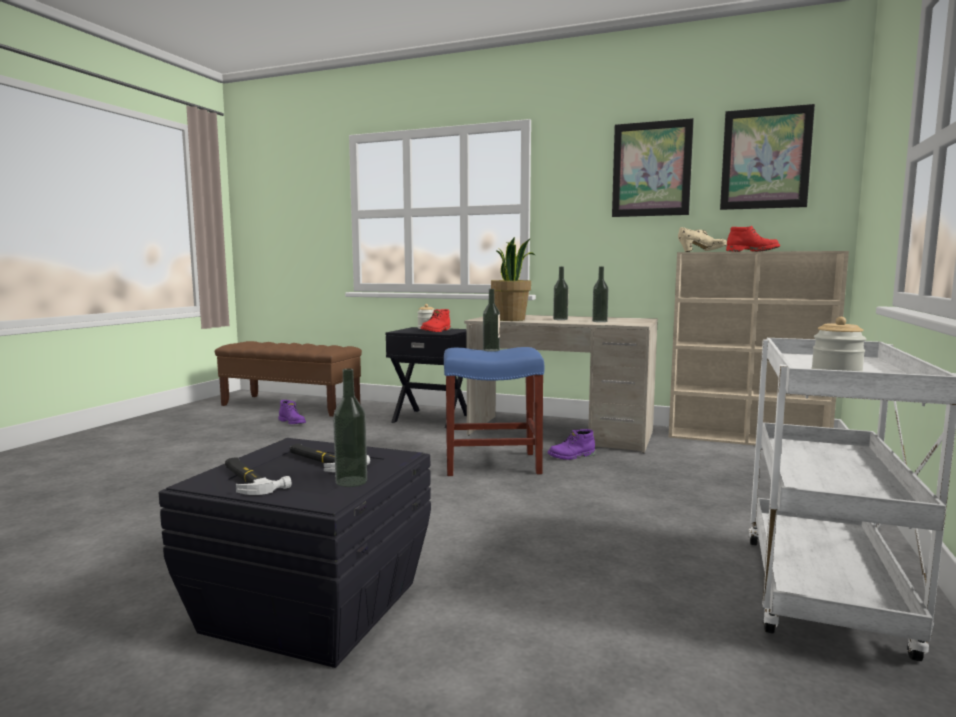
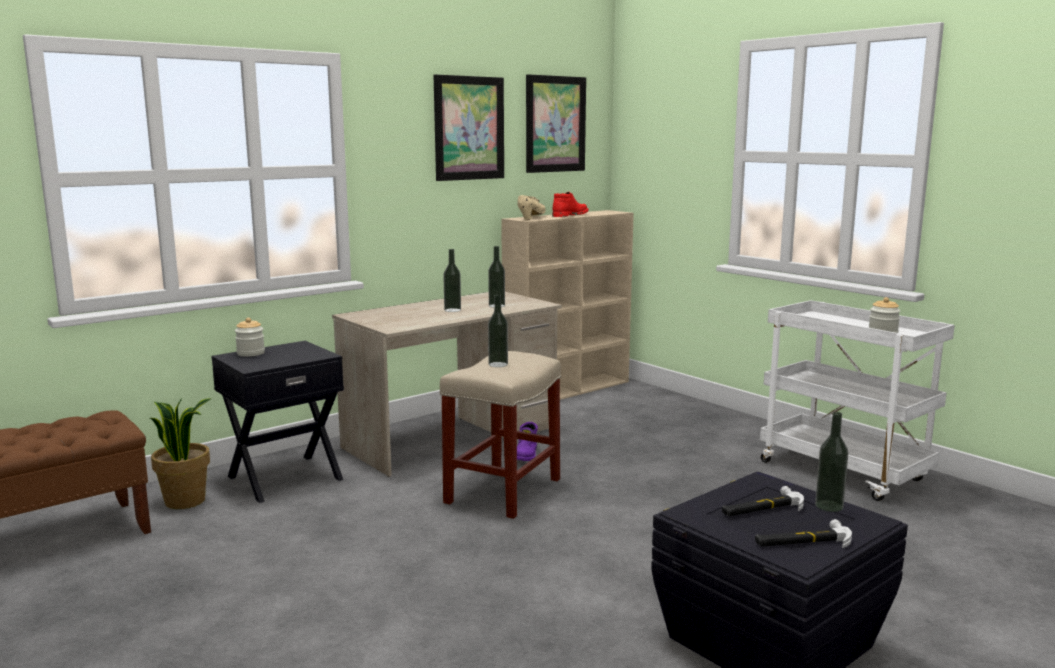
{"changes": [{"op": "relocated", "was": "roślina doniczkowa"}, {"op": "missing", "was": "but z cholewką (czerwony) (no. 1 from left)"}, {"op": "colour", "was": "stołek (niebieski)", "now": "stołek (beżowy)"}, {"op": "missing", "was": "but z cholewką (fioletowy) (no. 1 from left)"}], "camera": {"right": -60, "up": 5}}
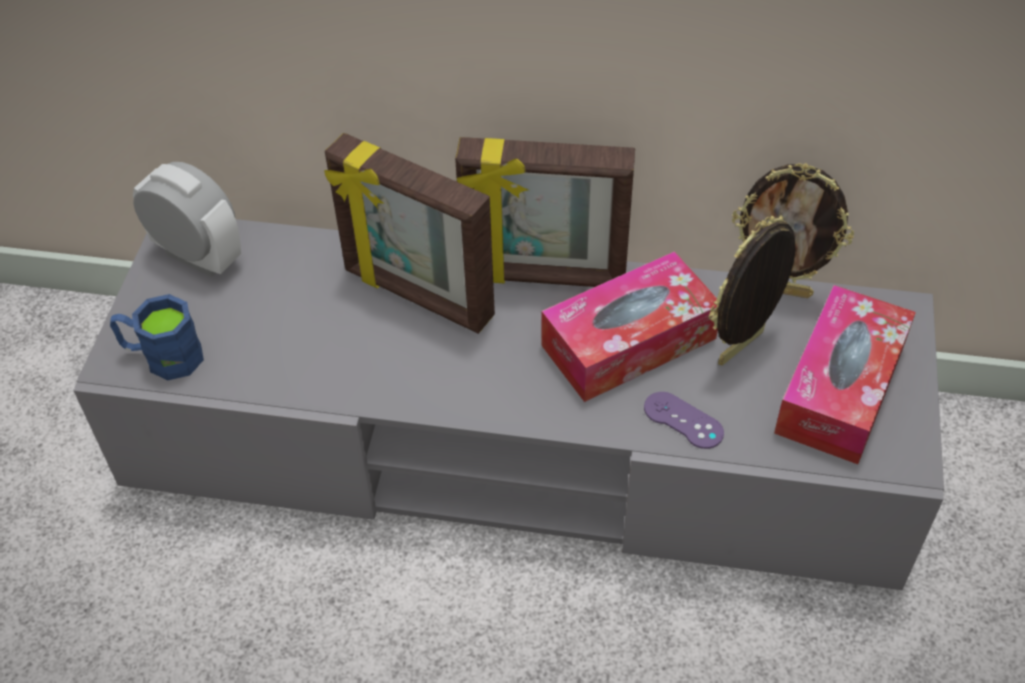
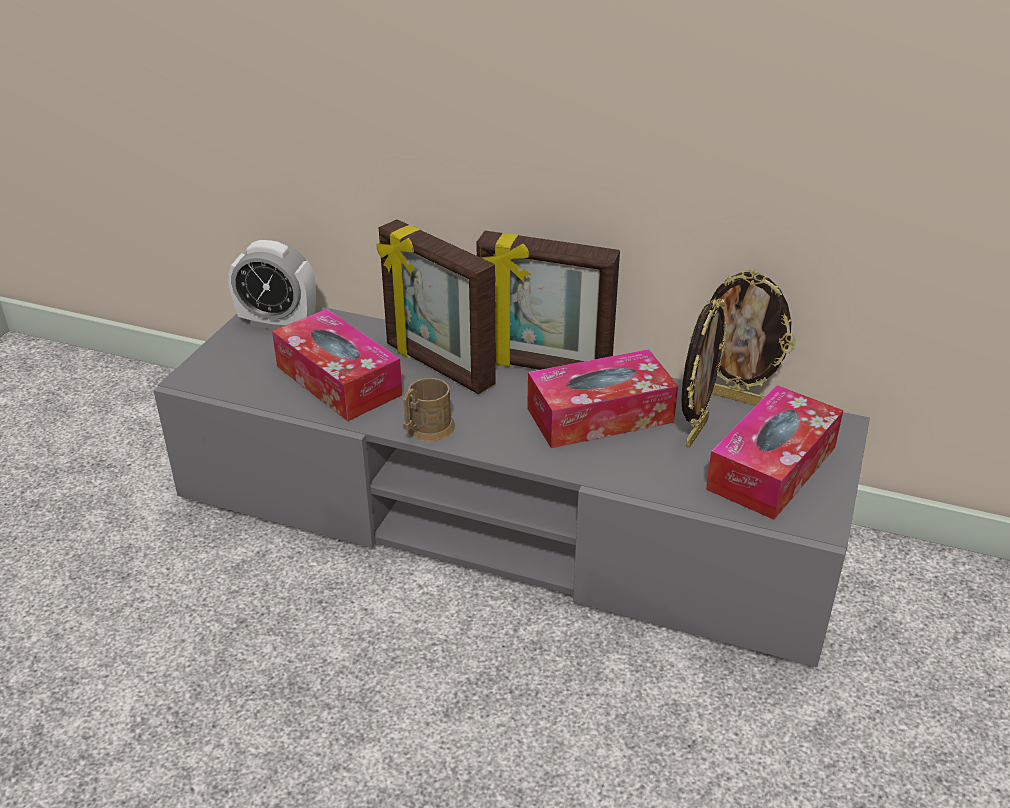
{"changes": [{"op": "spun", "was": "budzik", "clockwise": 150}, {"op": "spun", "was": "ramka na zdjęcie (no. 3 from left)", "clockwise": 150}, {"op": "missing", "was": "kubek (niebieski)"}, {"op": "missing", "was": "pad do gier (fioletowy)"}, {"op": "appeared", "now": "pudełko chusteczek (no. 1 from left)"}, {"op": "appeared", "now": "kubek (brązowy)"}], "camera": {"right": 10, "up": -15}}
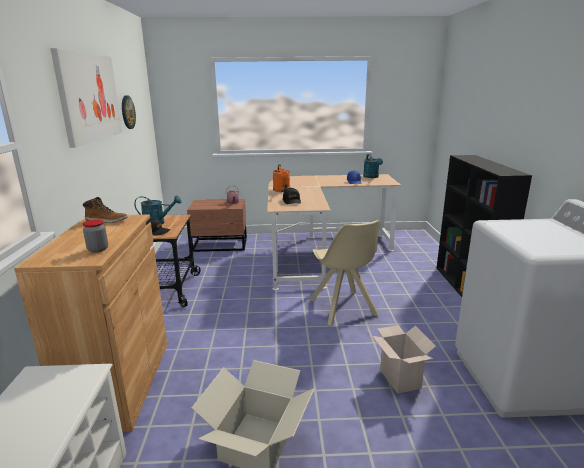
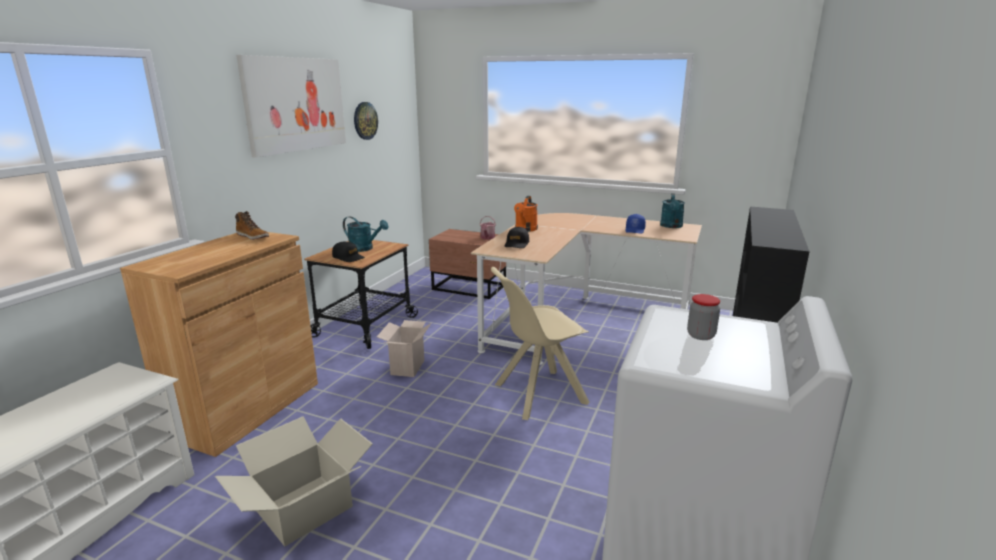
{"changes": [{"op": "relocated", "was": "słoik"}, {"op": "spun", "was": "krzesło (beżowy)", "clockwise": 60}, {"op": "relocated", "was": "karton (no. 2 from left)"}], "camera": {"right": 25, "up": 0}}
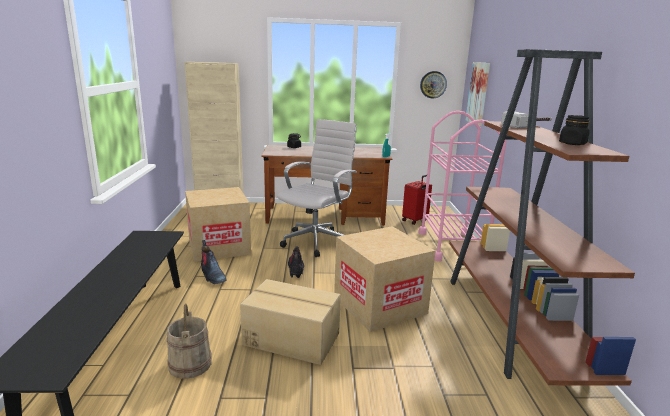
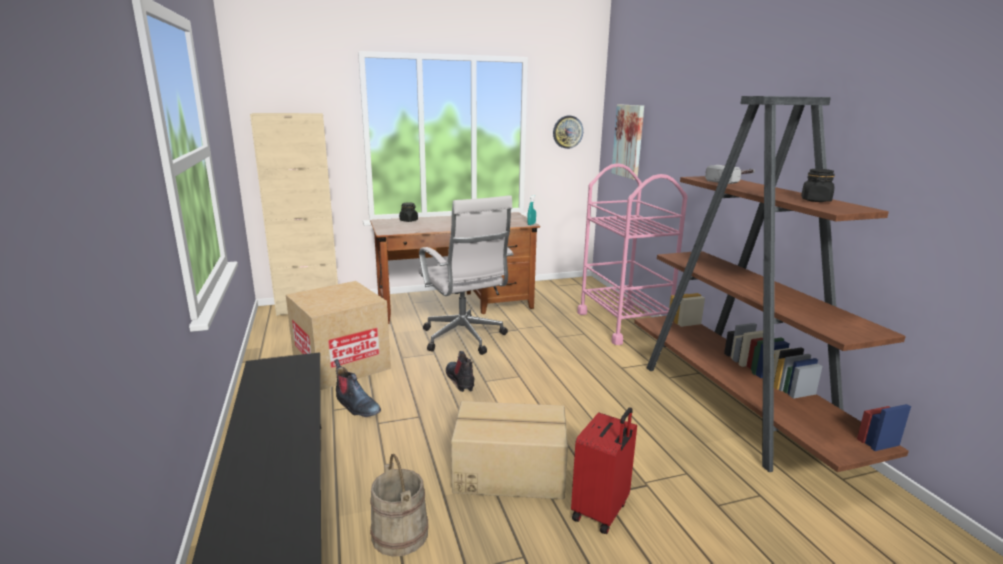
{"changes": [{"op": "spun", "was": "krzesło biurowe (biały)", "clockwise": 135}, {"op": "relocated", "was": "walizka (czerwony)"}, {"op": "missing", "was": "karton (no. 3 from left)"}], "camera": {"right": -15, "up": 0}}
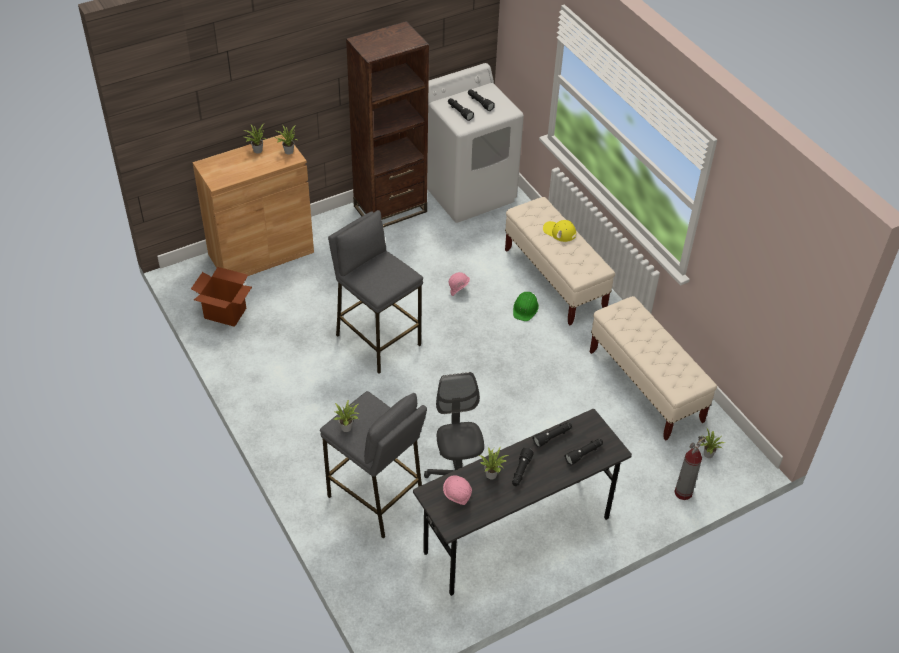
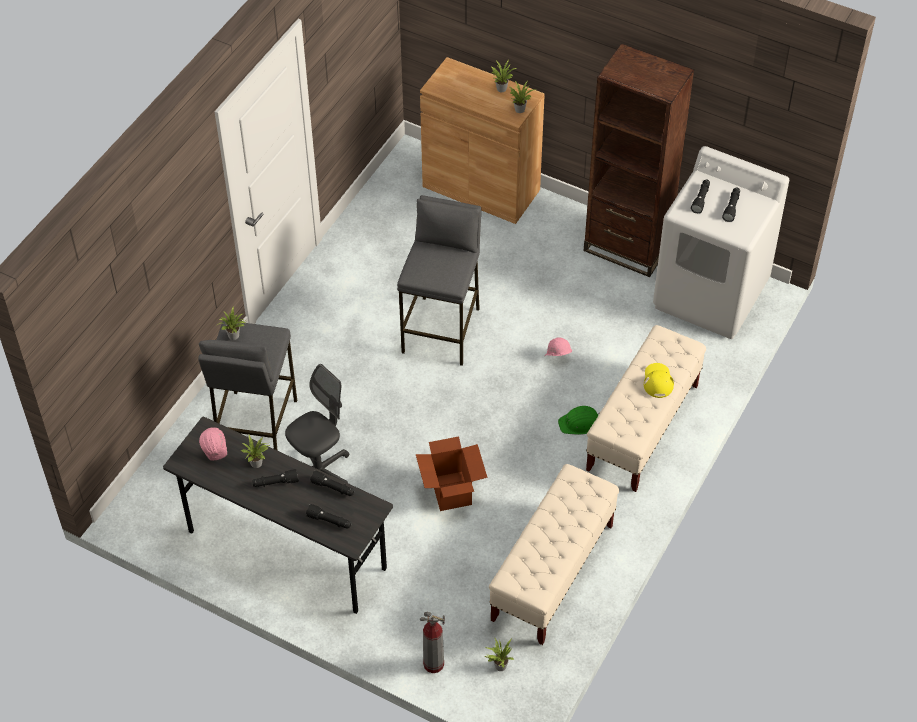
{"changes": [{"op": "relocated", "was": "karton"}], "camera": {"right": 60, "up": 5}}
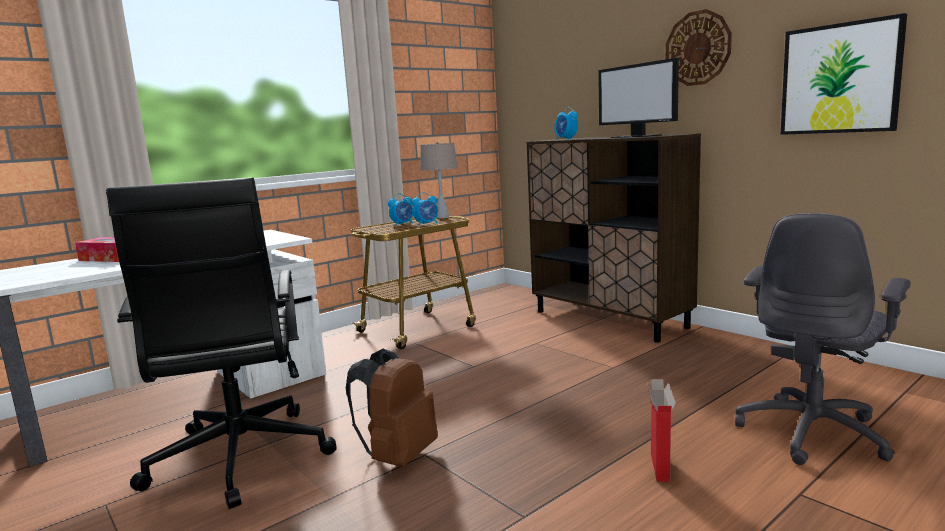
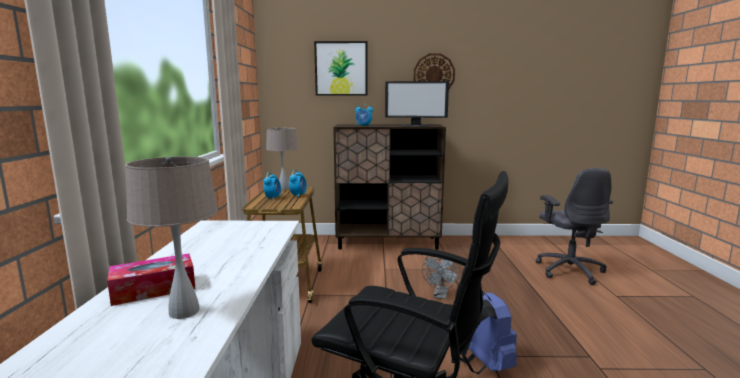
{"changes": [{"op": "relocated", "was": "obraz"}, {"op": "colour", "was": "plecak (brązowy)", "now": "plecak (niebieski)"}, {"op": "missing", "was": "karton"}, {"op": "appeared", "now": "lampa stołowa (beżowy) (no. 1 from left)"}, {"op": "appeared", "now": "wentylator (szary)"}], "camera": {"right": -50, "up": 0}}
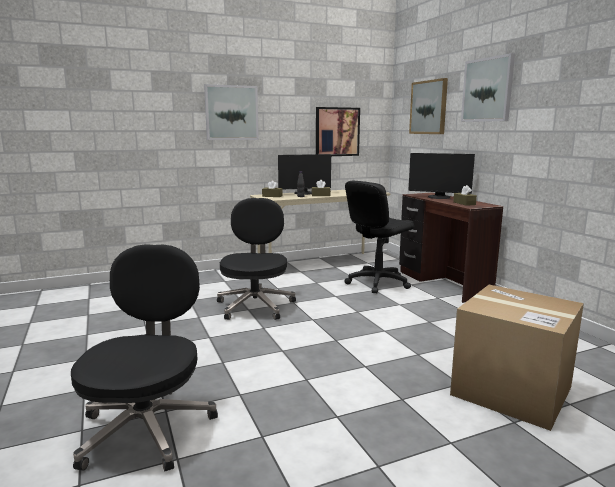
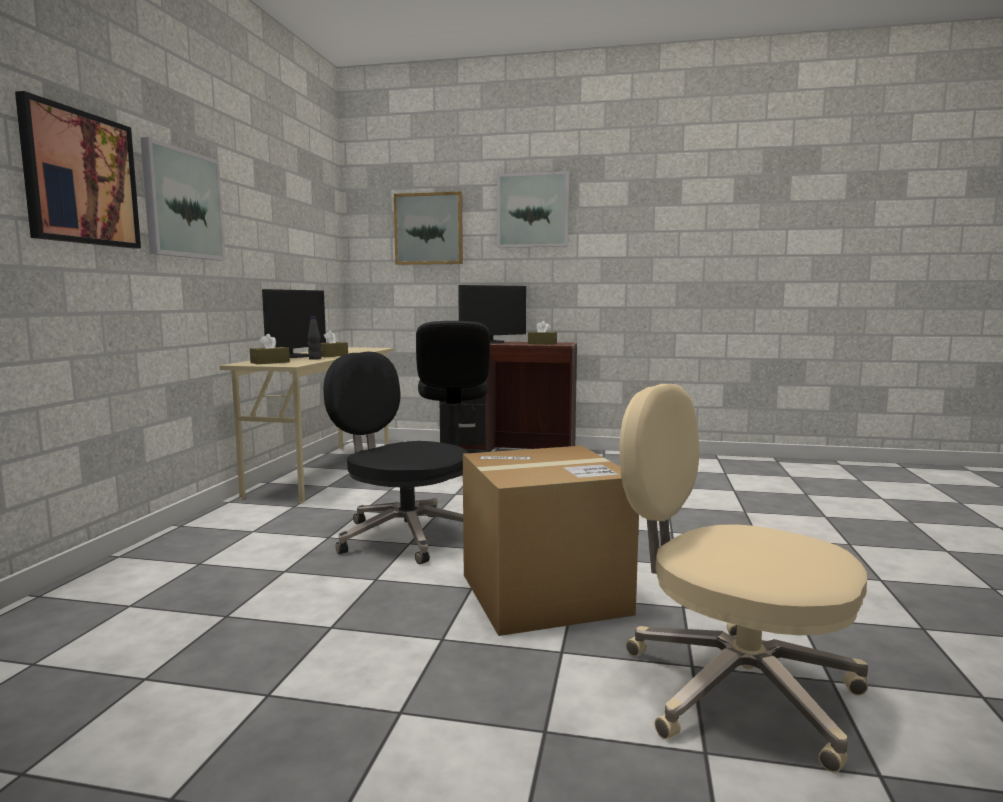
{"changes": [{"op": "relocated", "was": "obraz (no. 2 from left in the first image)", "now": "obraz (no. 1 from left)"}, {"op": "colour", "was": "krzesło biurowe (czarny) (no. 1 from left)", "now": "krzesło biurowe (beżowy)"}, {"op": "relocated", "was": "karton"}], "camera": {"right": -55, "up": -5}}
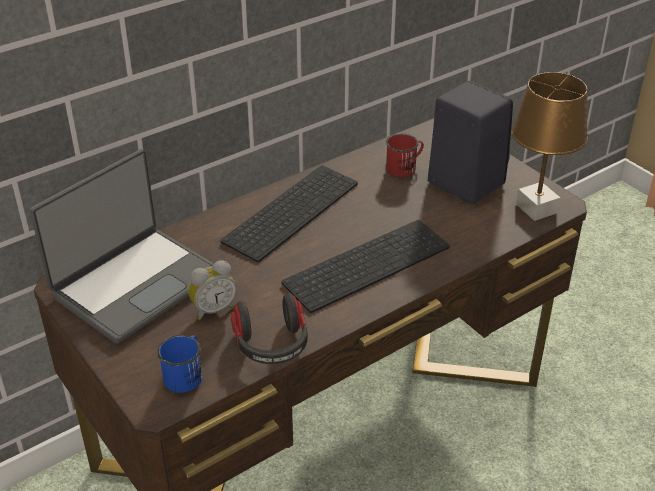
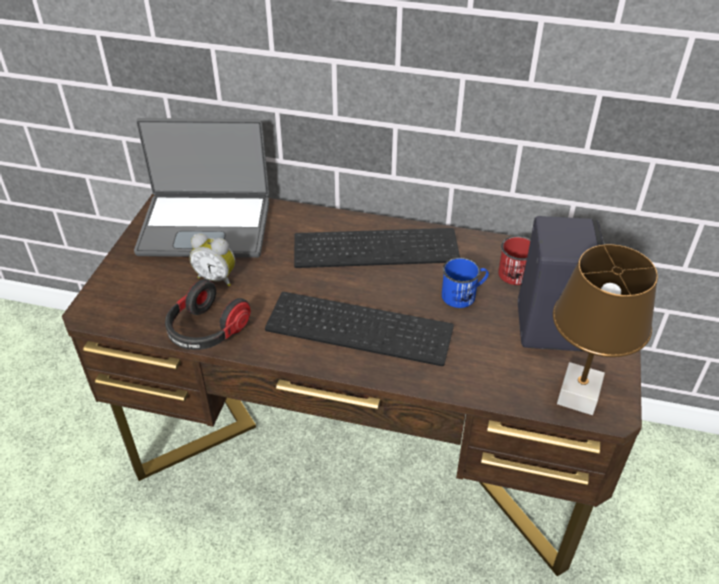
{"changes": [{"op": "relocated", "was": "kubek (niebieski)"}], "camera": {"right": 50, "up": 5}}
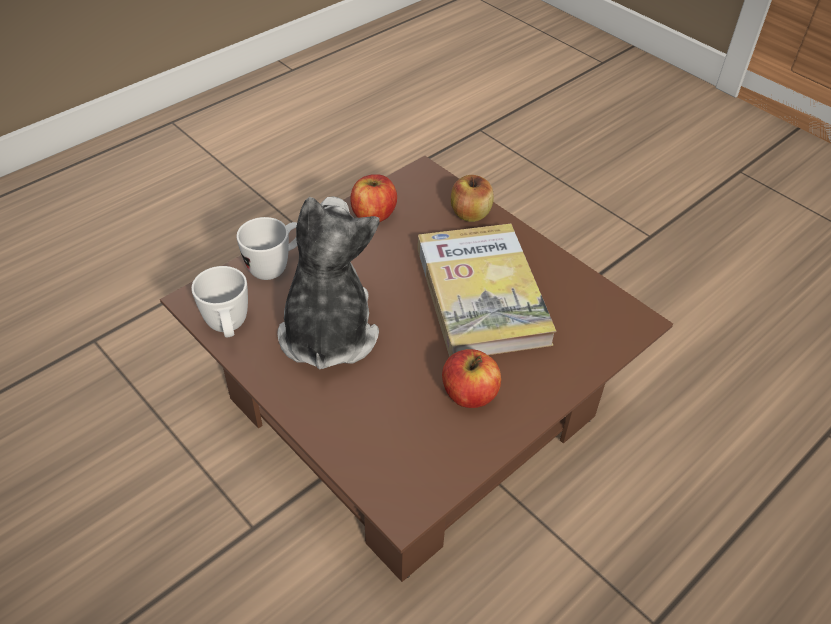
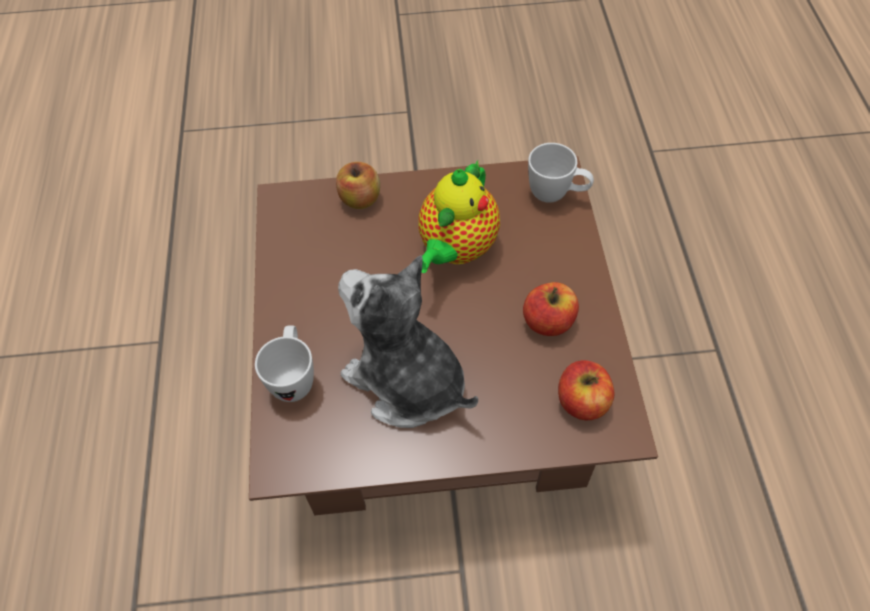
{"changes": [{"op": "relocated", "was": "jabłko (no. 1 from left in the first image)", "now": "jabłko (no. 3 from left)"}, {"op": "exchanged", "was": "książka", "now": "imbryk"}, {"op": "relocated", "was": "kubek (biały) (no. 1 from left in the first image)", "now": "kubek (biały) (no. 2 from left)"}], "camera": {"right": -50, "up": 10}}
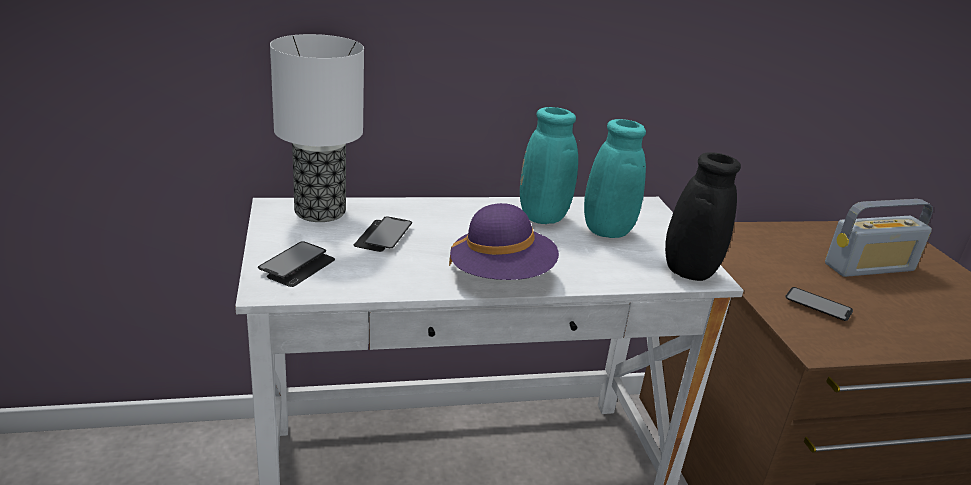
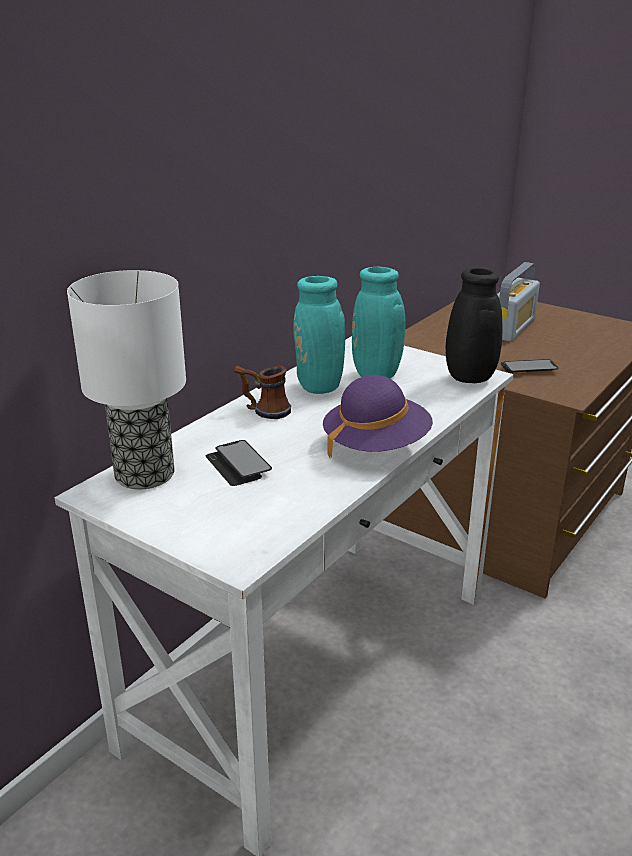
{"changes": [{"op": "missing", "was": "telefon (no. 1 from left)"}, {"op": "appeared", "now": "kubek"}], "camera": {"right": -40, "up": 0}}
